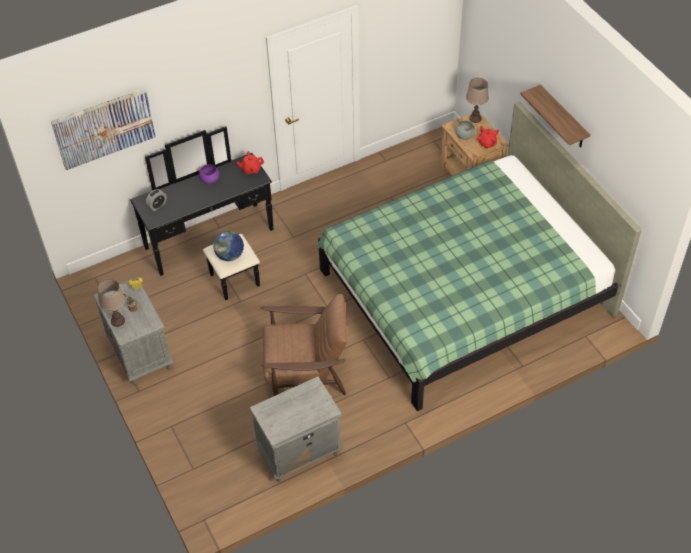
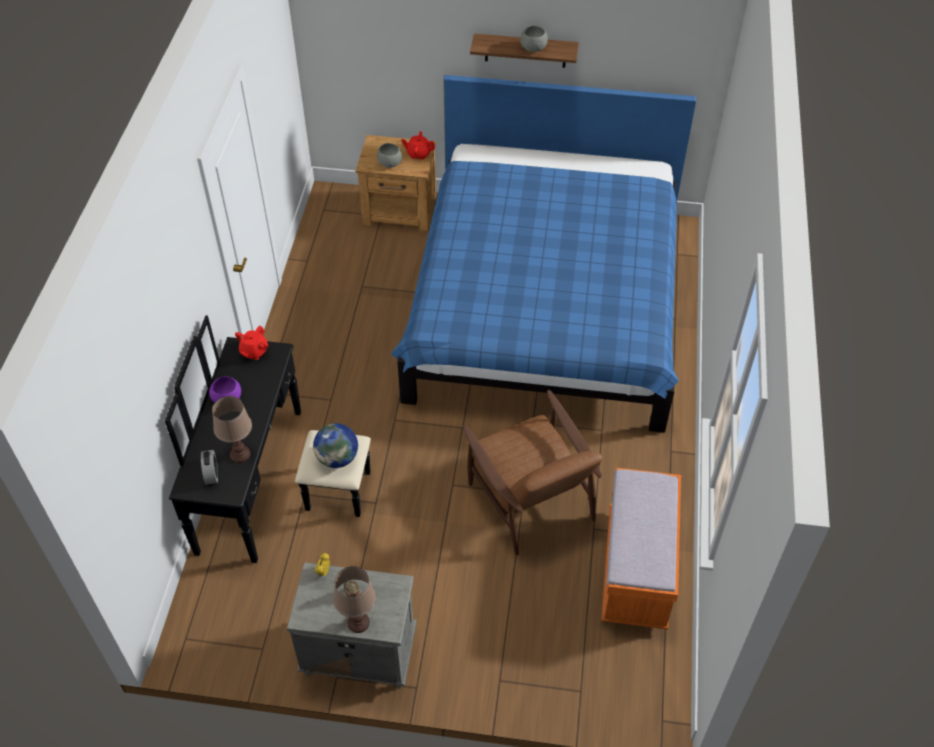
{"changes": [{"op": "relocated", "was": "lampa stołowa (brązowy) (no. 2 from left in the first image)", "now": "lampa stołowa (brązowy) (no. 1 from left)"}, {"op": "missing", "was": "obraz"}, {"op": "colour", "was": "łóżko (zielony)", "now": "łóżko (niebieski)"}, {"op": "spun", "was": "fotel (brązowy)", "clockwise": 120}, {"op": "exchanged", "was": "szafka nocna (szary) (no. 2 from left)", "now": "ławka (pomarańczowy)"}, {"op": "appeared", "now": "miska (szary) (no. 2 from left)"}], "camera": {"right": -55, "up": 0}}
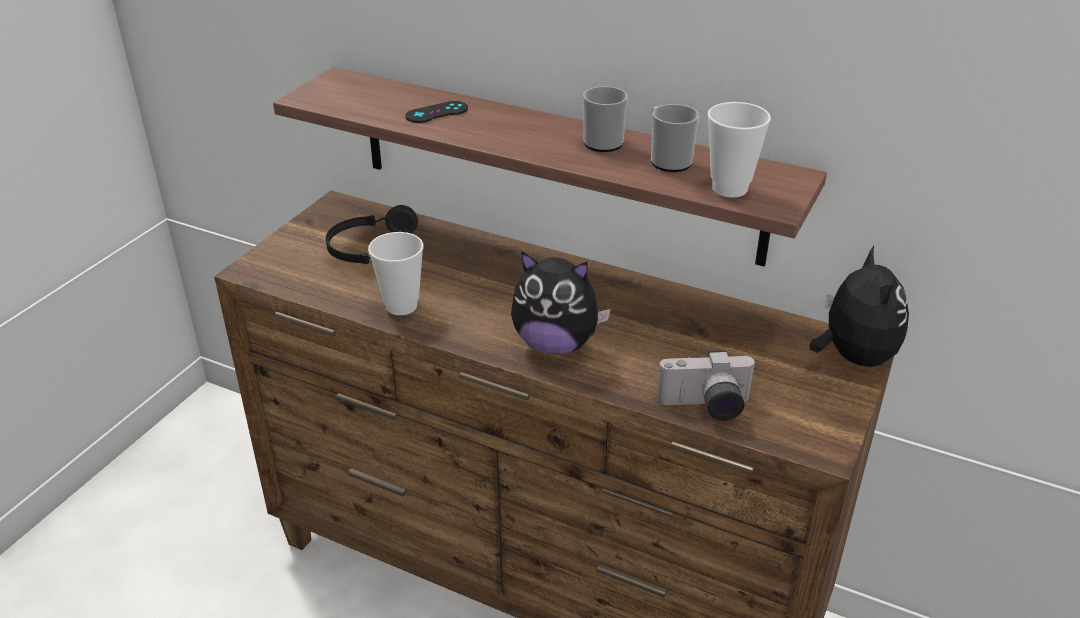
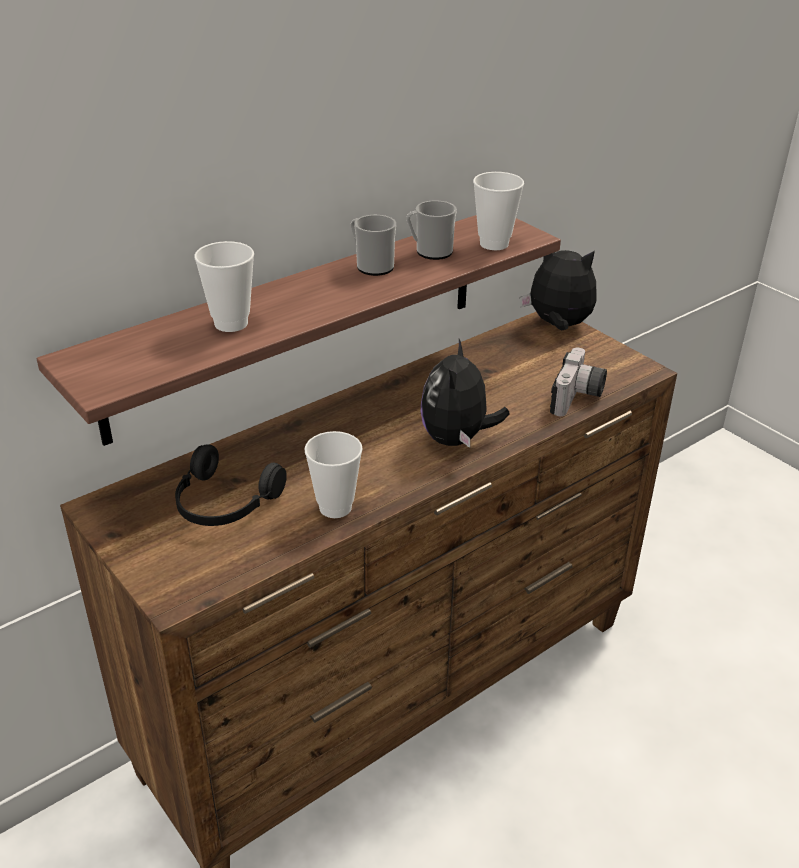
{"changes": [{"op": "exchanged", "was": "pad do gier (czarny)", "now": "filiżanka (no. 1 from left)"}, {"op": "spun", "was": "pluszak (no. 1 from left)", "clockwise": 150}], "camera": {"right": -65, "up": 0}}
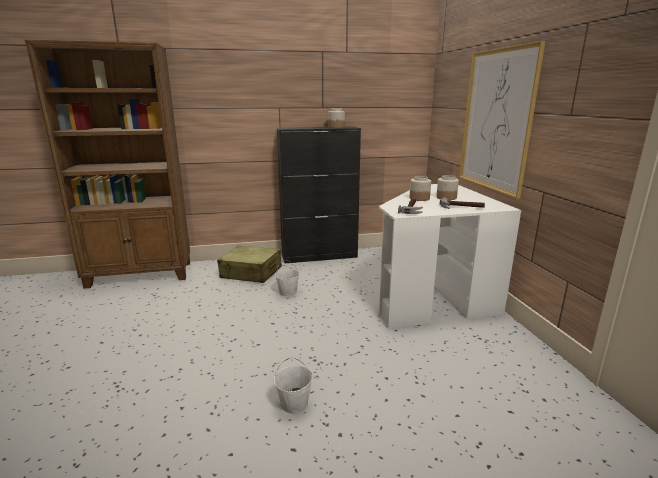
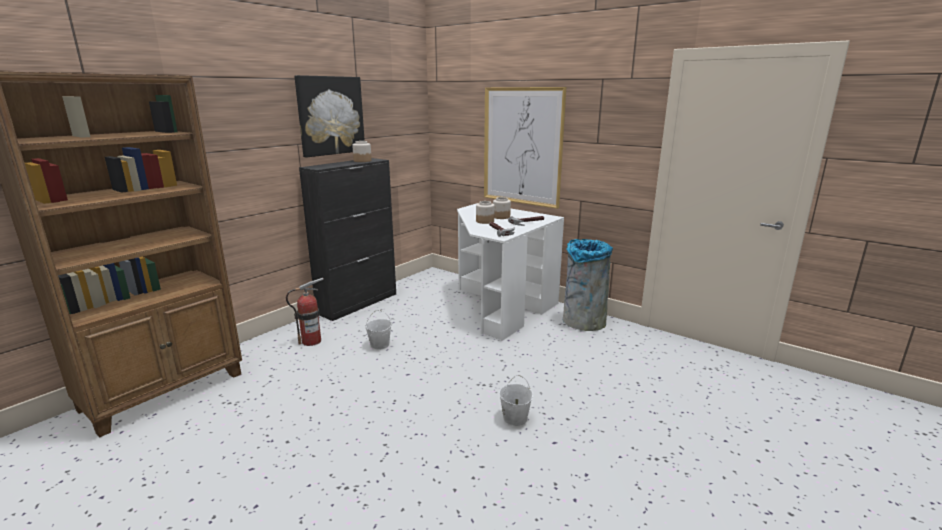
{"changes": [{"op": "exchanged", "was": "walizka (beżowy)", "now": "gaśnica"}, {"op": "appeared", "now": "obraz (no. 1 from left)"}, {"op": "appeared", "now": "kosz na śmieci (szary)"}], "camera": {"right": -40, "up": 0}}
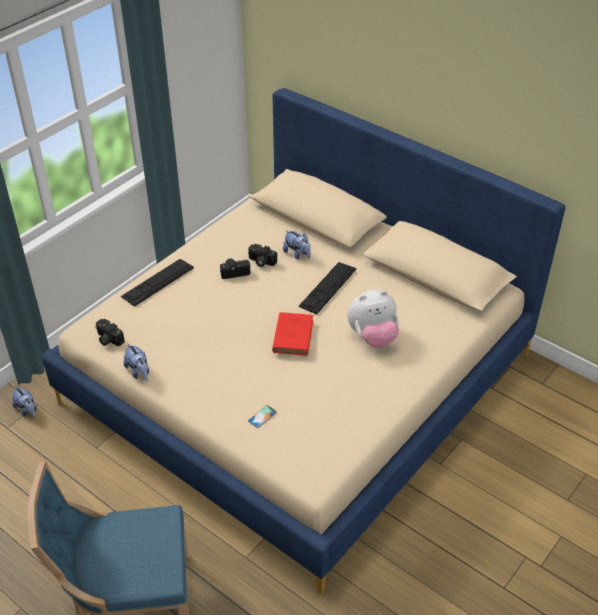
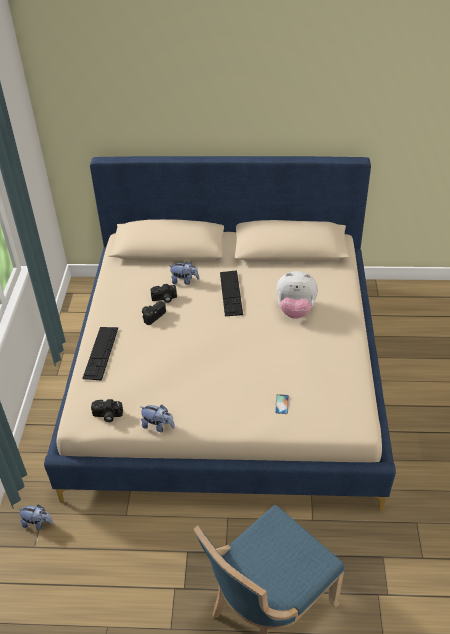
{"changes": [{"op": "spun", "was": "pluszak (no. 4 from left)", "clockwise": 60}, {"op": "missing", "was": "książka (czerwony)"}], "camera": {"right": -35, "up": 0}}
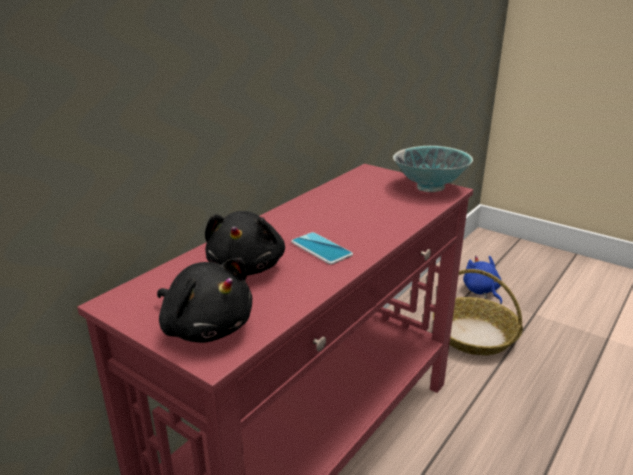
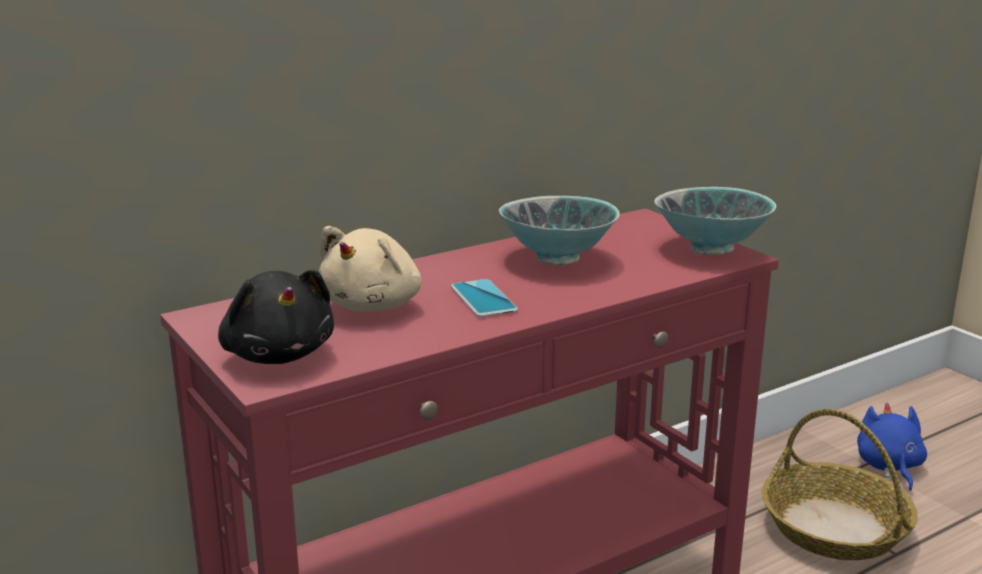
{"changes": [{"op": "colour", "was": "pluszak (czarny) (no. 2 from left)", "now": "pluszak (beżowy)"}, {"op": "appeared", "now": "miska (no. 1 from left)"}], "camera": {"right": 20, "up": -5}}
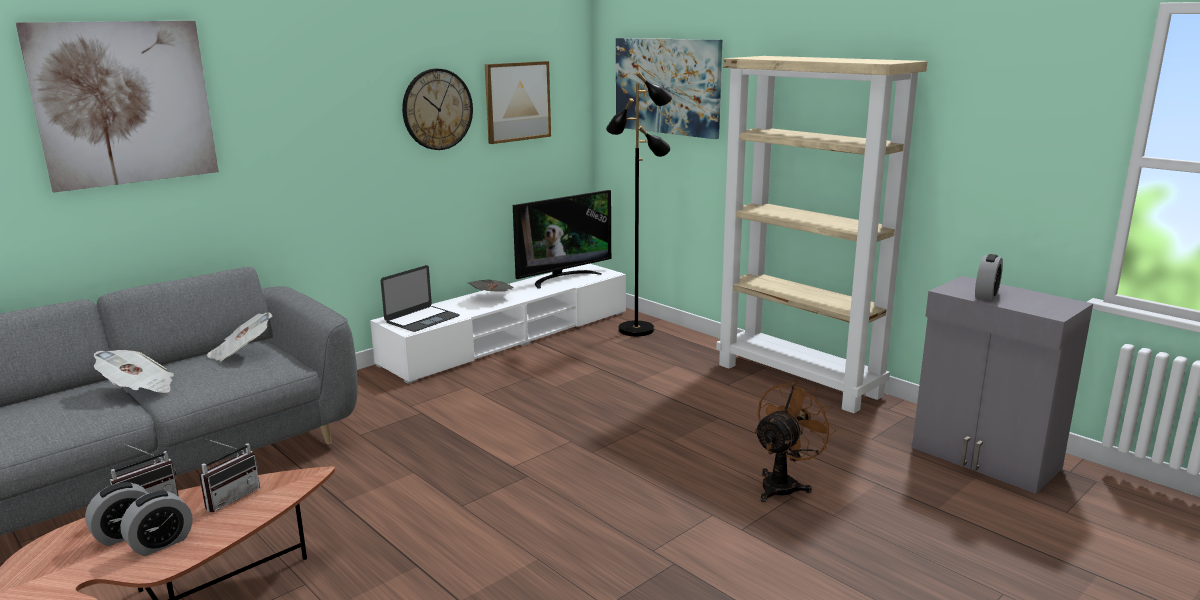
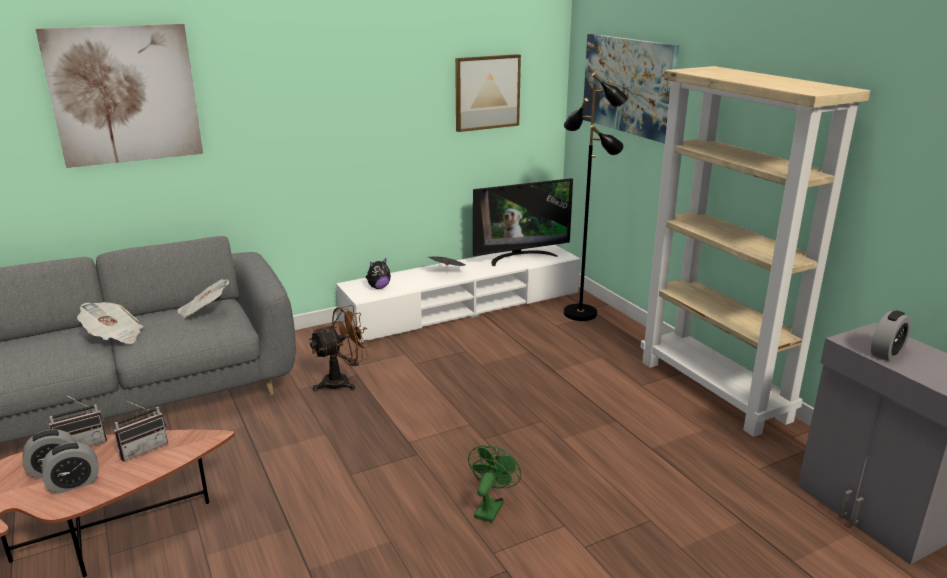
{"changes": [{"op": "missing", "was": "zegar ścienny"}, {"op": "exchanged", "was": "laptop", "now": "pluszak"}, {"op": "relocated", "was": "wentylator (brązowy)"}, {"op": "appeared", "now": "wentylator (zielony)"}], "camera": {"right": 15, "up": 5}}
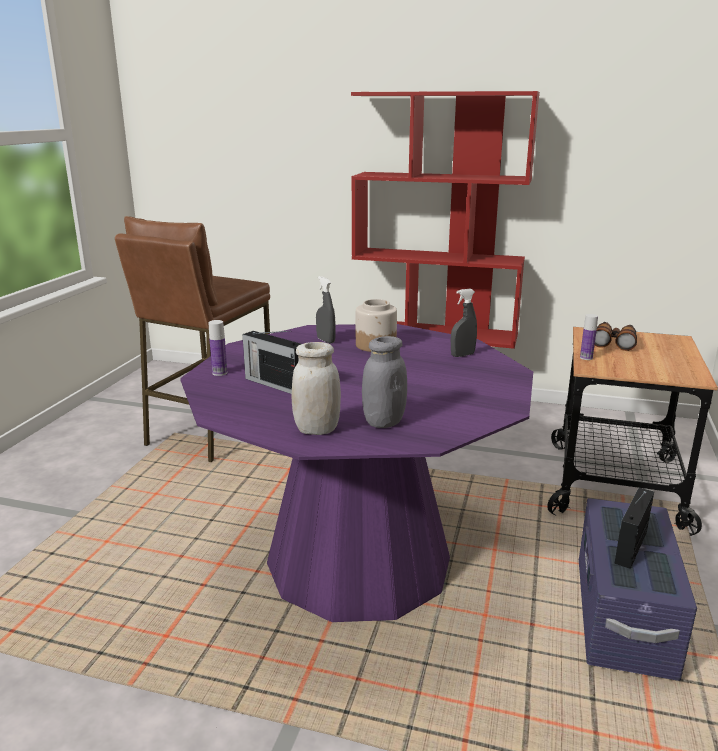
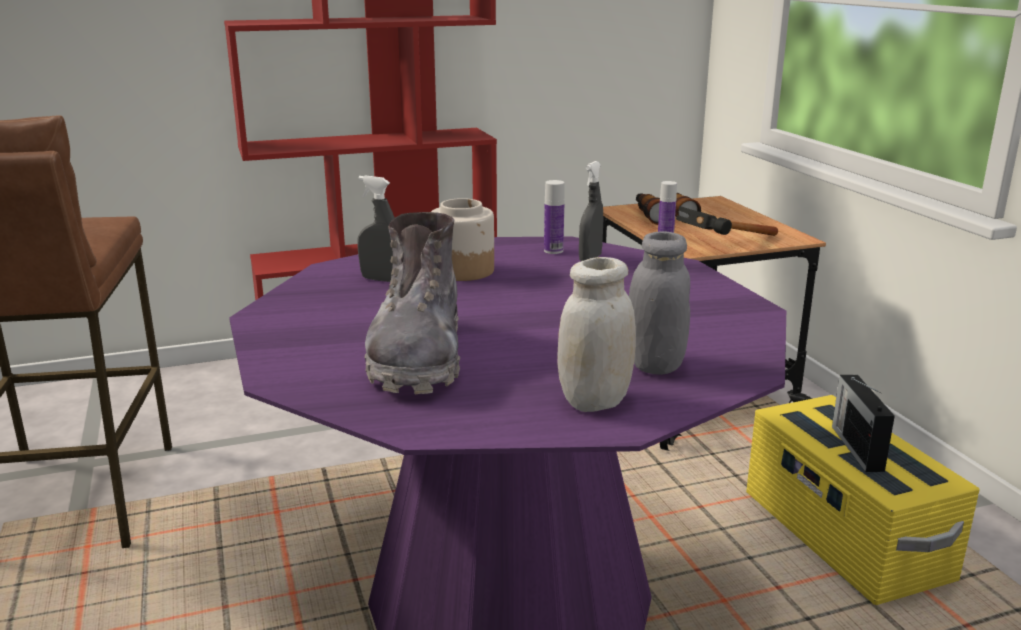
{"changes": [{"op": "relocated", "was": "butelka (no. 1 from left)"}, {"op": "exchanged", "was": "radio (no. 1 from left)", "now": "but z cholewką (szary)"}, {"op": "colour", "was": "pojemnik do przechowywania (fioletowy)", "now": "pojemnik do przechowywania (żółty)"}, {"op": "appeared", "now": "młotek"}], "camera": {"right": -35, "up": 0}}
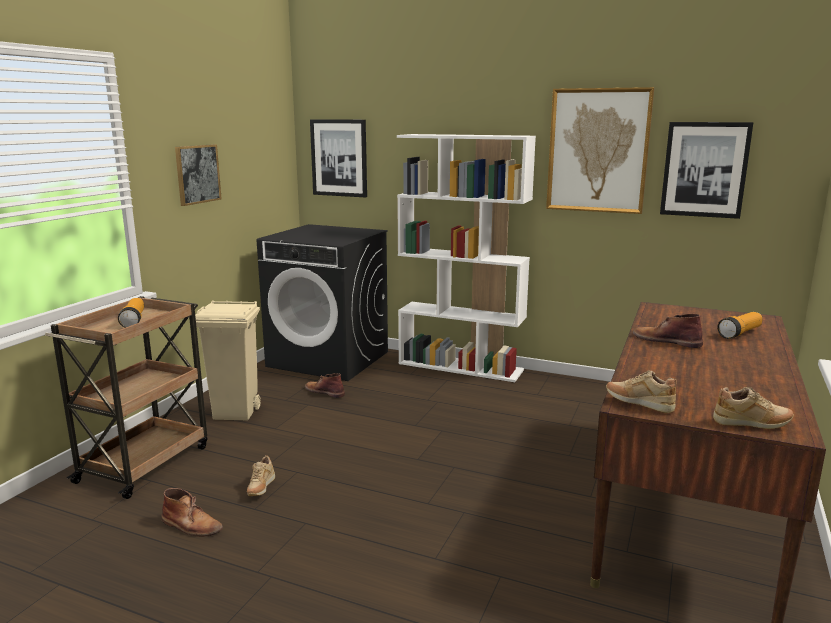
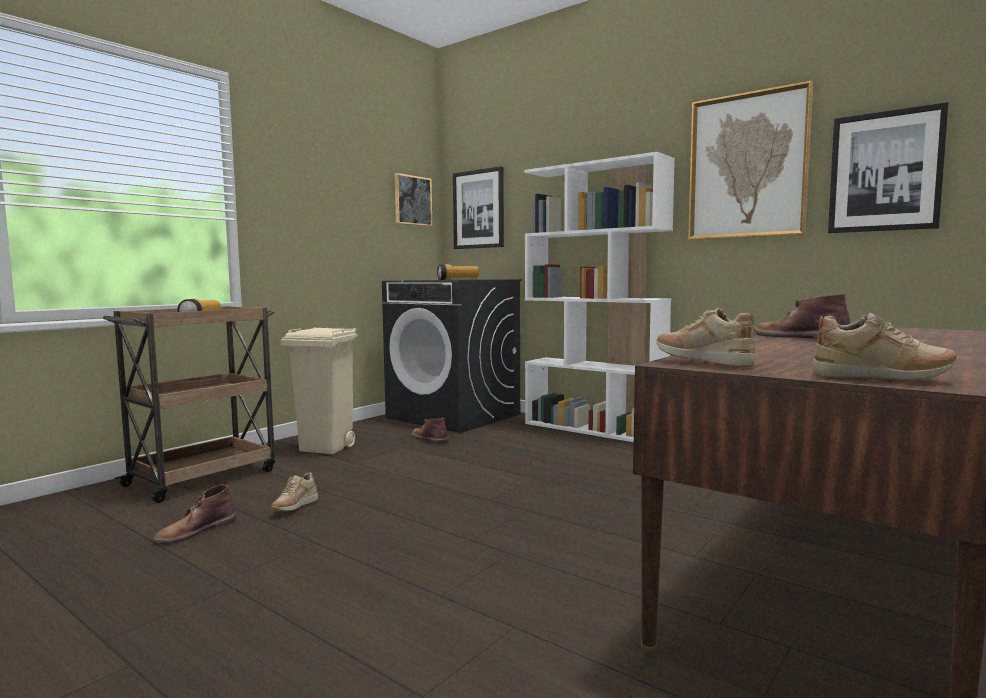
{"changes": [{"op": "relocated", "was": "obraz (no. 1 from left)"}, {"op": "relocated", "was": "latarka (no. 2 from left)"}, {"op": "spun", "was": "but z cholewką (brązowy) (no. 1 from left)", "clockwise": 90}], "camera": {"right": 15, "up": -10}}
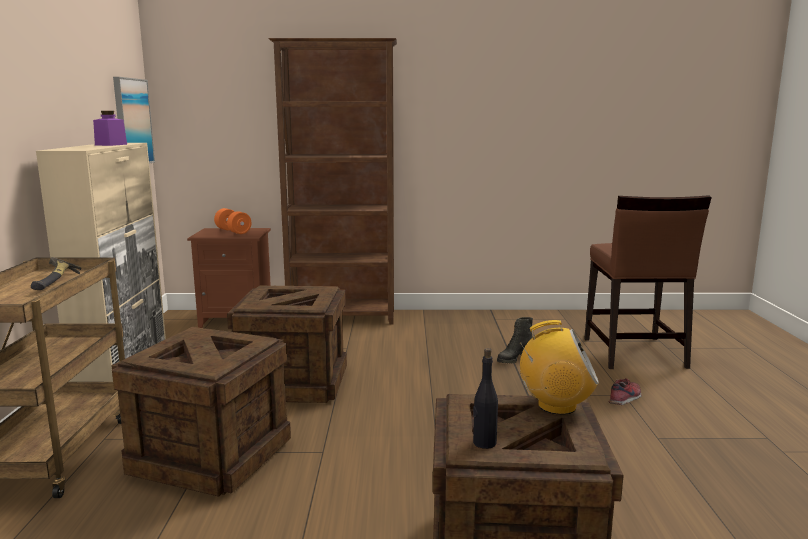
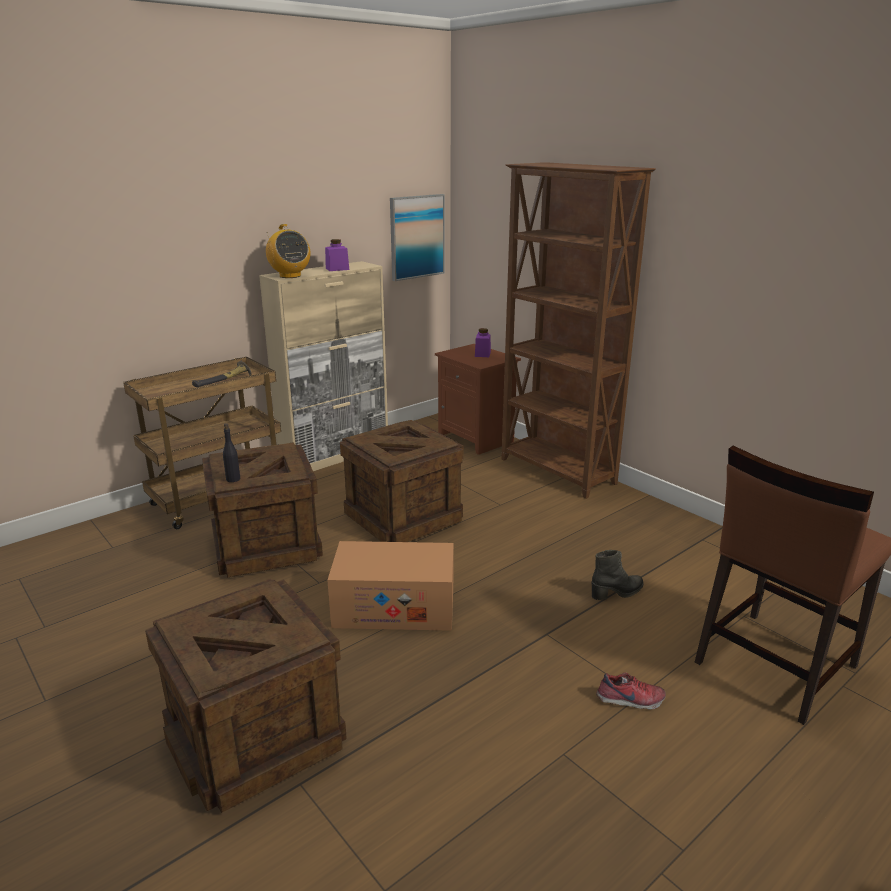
{"changes": [{"op": "exchanged", "was": "hantel (pomarańczowy)", "now": "słoik (fioletowy) (no. 2 from left)"}, {"op": "spun", "was": "but z cholewką (czarny)", "clockwise": 150}, {"op": "relocated", "was": "radio"}, {"op": "relocated", "was": "butelka (czarny)"}, {"op": "appeared", "now": "karton"}], "camera": {"right": 50, "up": 10}}
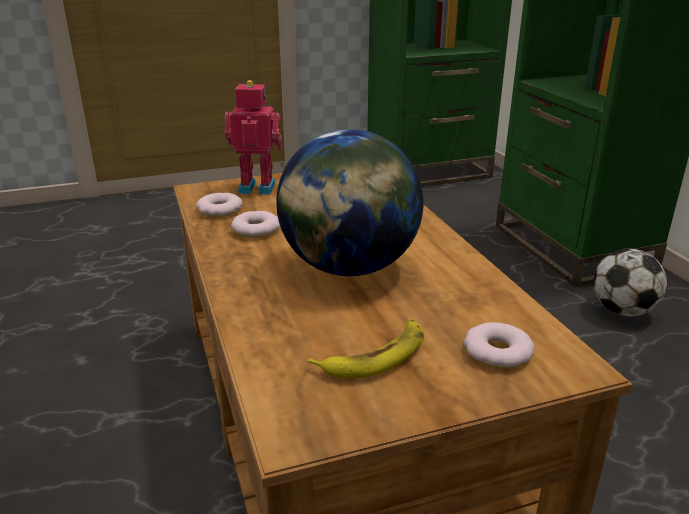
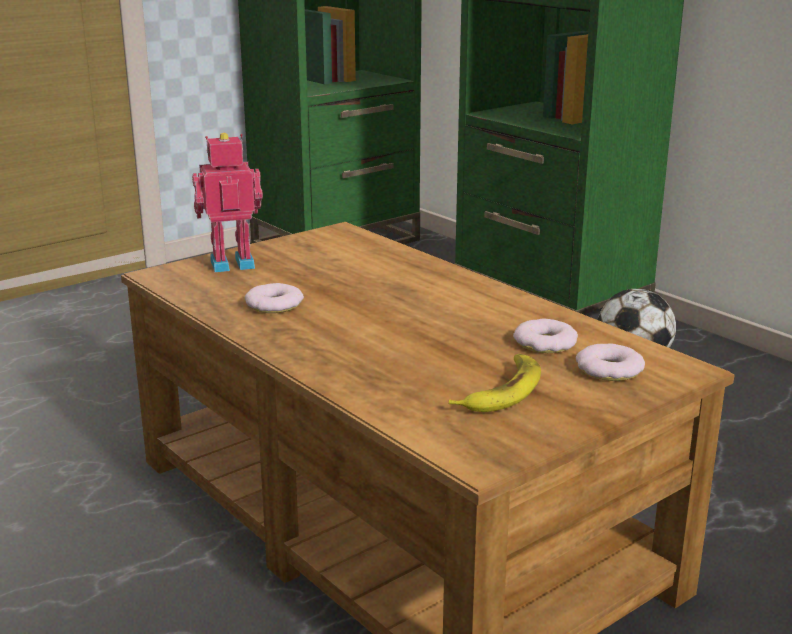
{"changes": [{"op": "missing", "was": "globus"}, {"op": "relocated", "was": "donut (no. 1 from left in the first image)", "now": "donut (no. 2 from left)"}], "camera": {"right": -20, "up": -5}}
